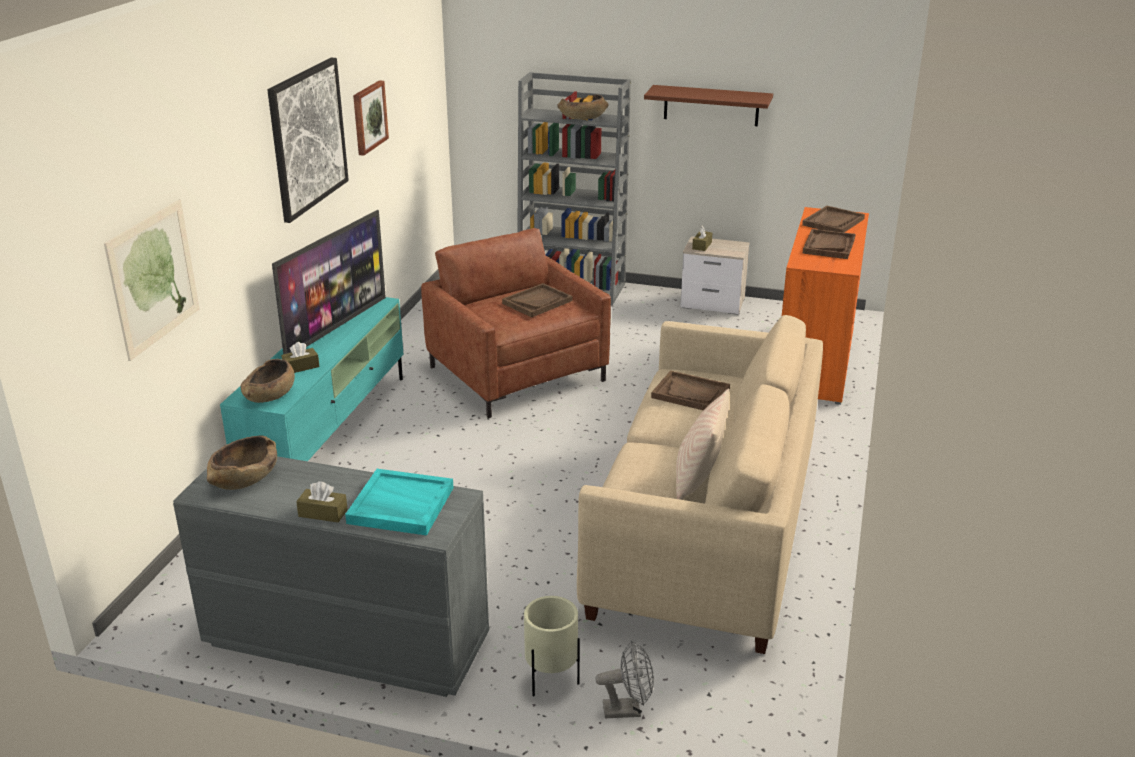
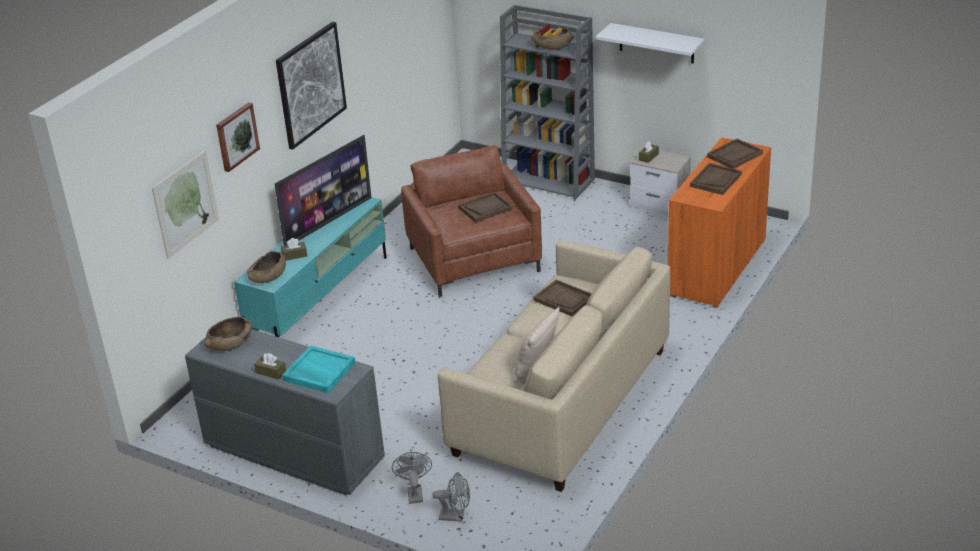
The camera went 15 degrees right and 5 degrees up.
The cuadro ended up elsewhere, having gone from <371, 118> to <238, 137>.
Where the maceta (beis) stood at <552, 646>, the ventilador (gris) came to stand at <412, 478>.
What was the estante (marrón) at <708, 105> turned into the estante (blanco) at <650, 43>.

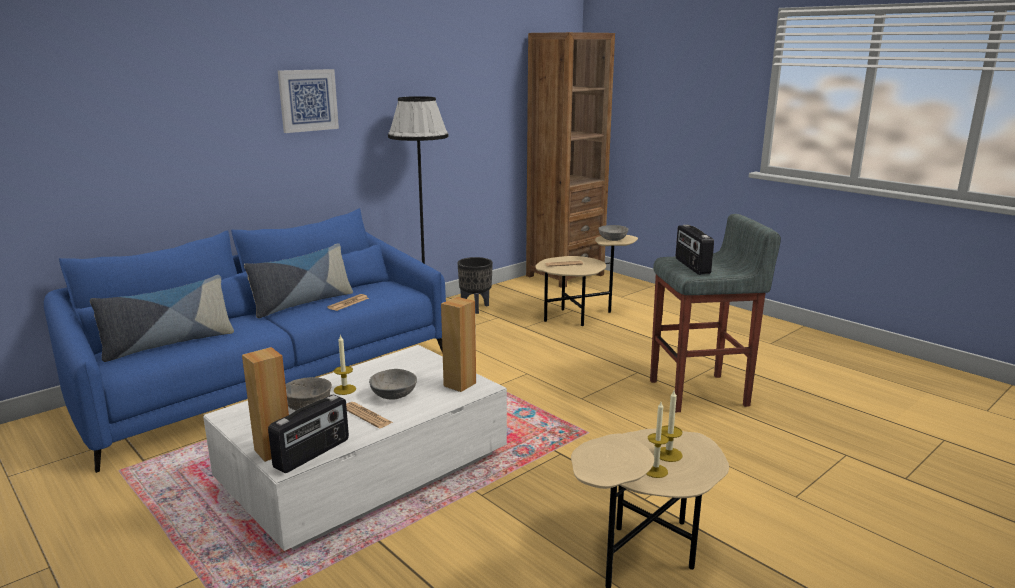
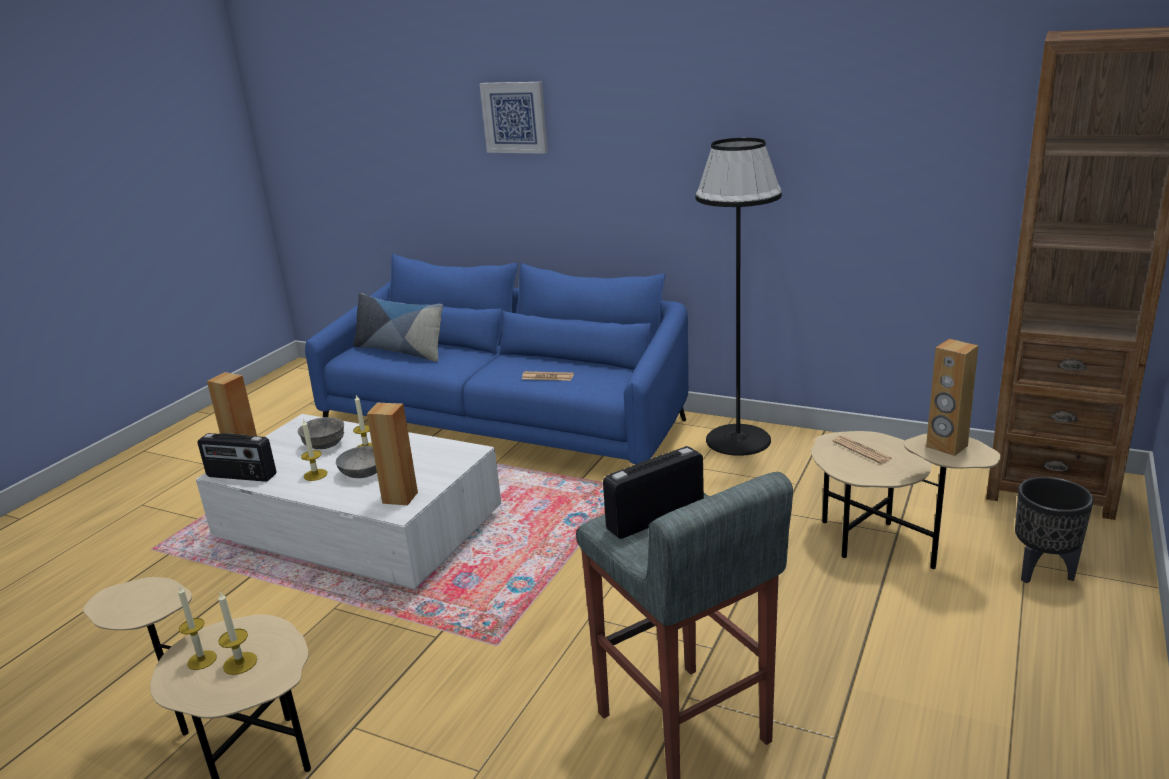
The camera went 70 degrees right and 5 degrees up.
Where the periódico stood at <369, 415>, the vela came to stand at <314, 450>.
The cuadro ended up elsewhere, having gone from <308, 101> to <514, 118>.
Where the cuenco (gris) stood at <613, 233>, the altavoz (marrón) came to stand at <952, 397>.
The maceta (negro) ended up elsewhere, having gone from <475, 285> to <1054, 530>.
The second view lost the cojín at <298, 280>.

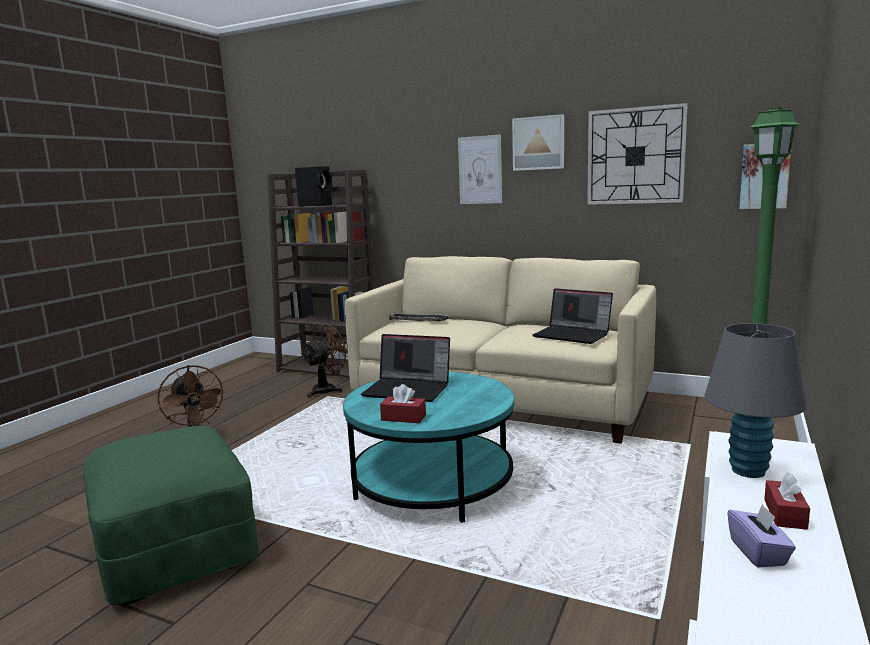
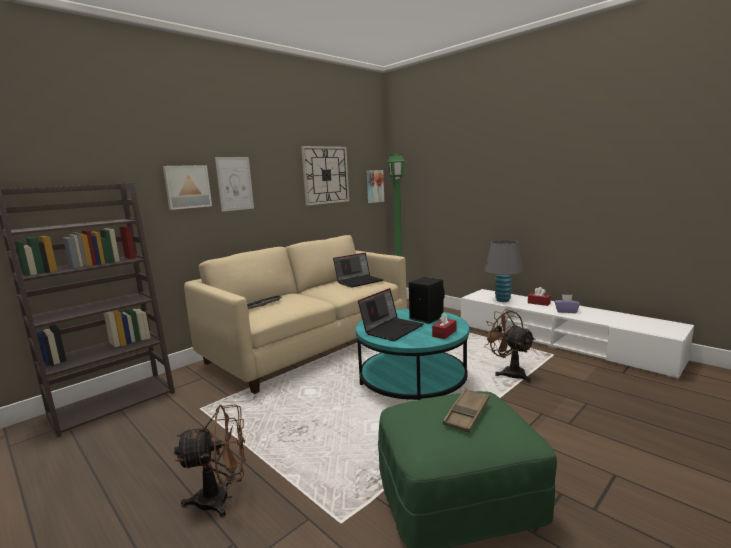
The camera went 70 degrees left and 0 degrees up.
The cuadro ended up elsewhere, having gone from <538, 142> to <187, 187>.
The altavoz (negro) ended up elsewhere, having gone from <313, 187> to <426, 300>.
The second view gained the bandeja (marrón) at <466, 410>.
The ventilador (marrón) ended up elsewhere, having gone from <324, 360> to <509, 345>.

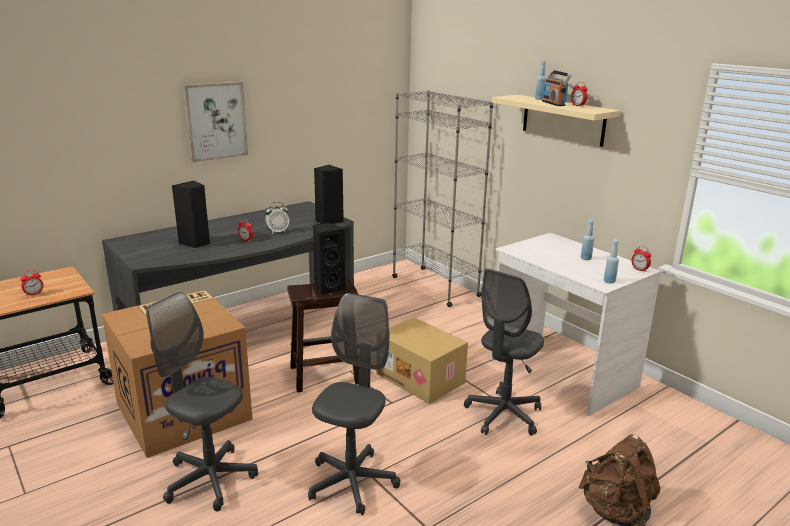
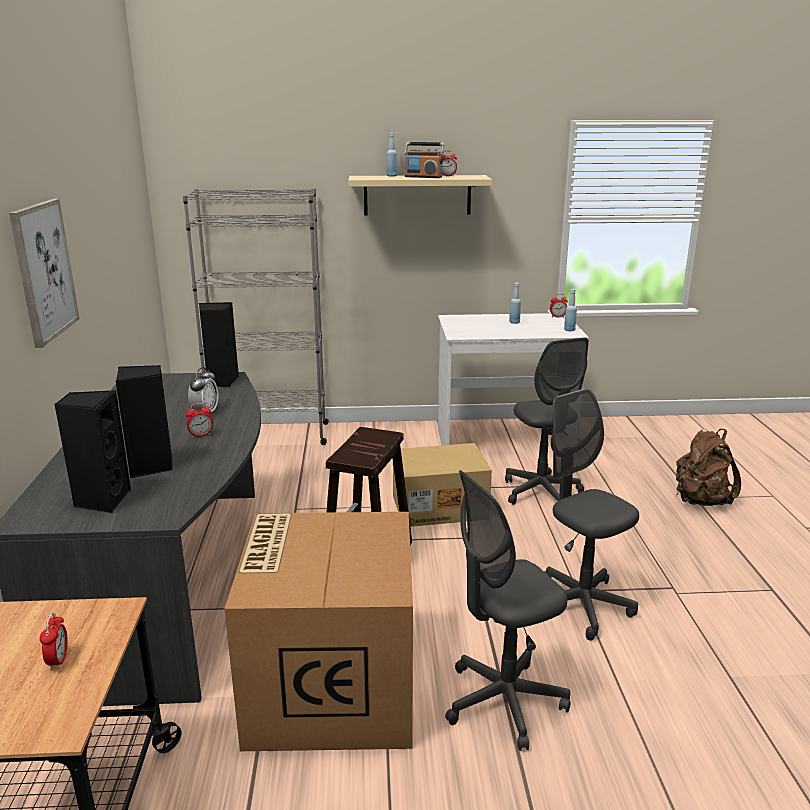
The camera went 55 degrees left and 0 degrees up.
The altavoz (negro) ended up elsewhere, having gone from <329, 258> to <92, 451>.

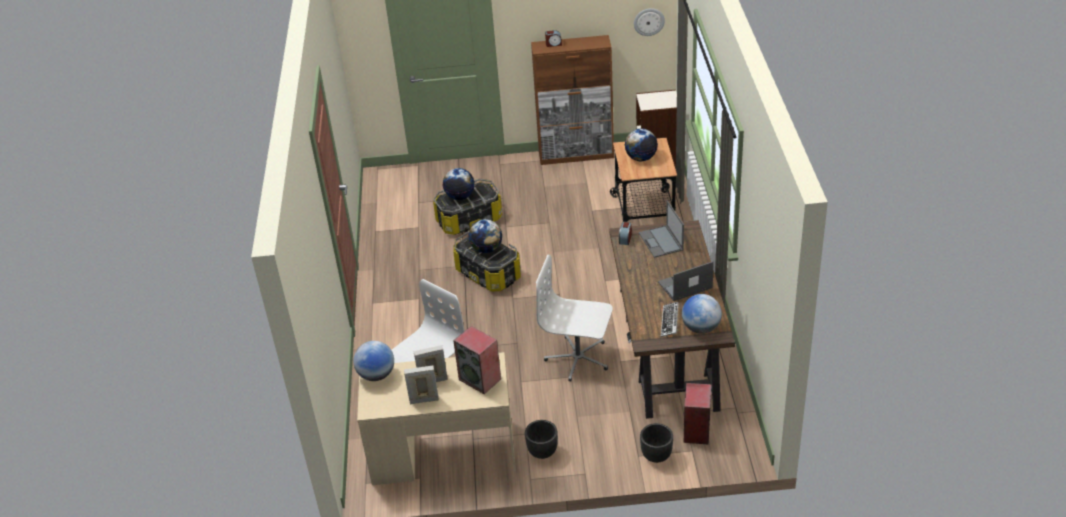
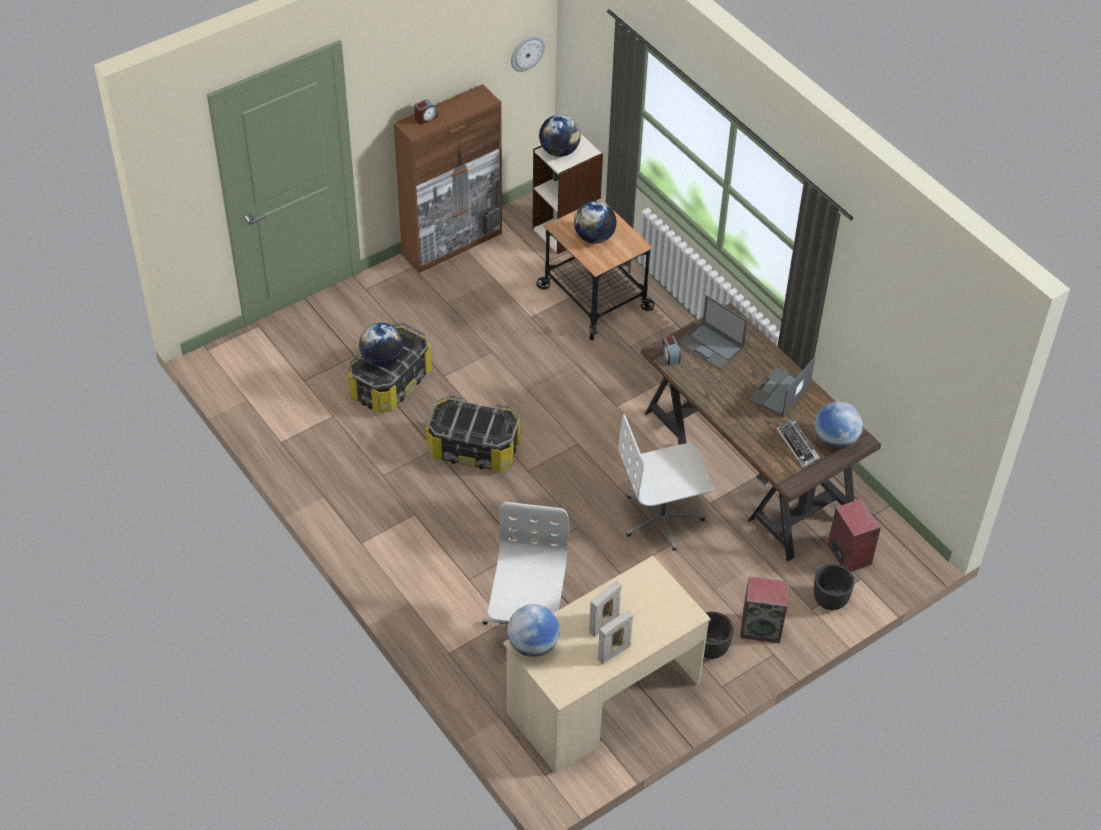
The camera went 35 degrees left and 10 degrees up.
The globo terráqueo ended up elsewhere, having gone from <485, 236> to <560, 136>.
The altavoz ended up elsewhere, having gone from <477, 360> to <764, 610>.

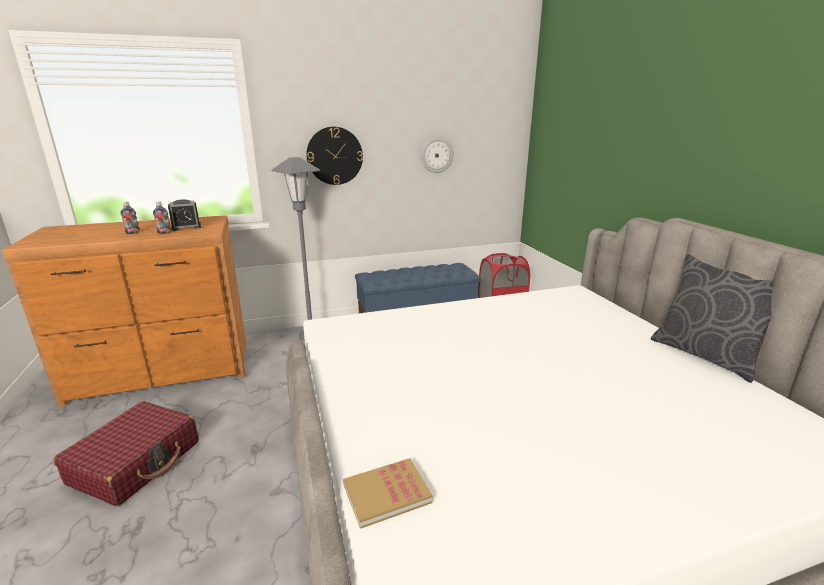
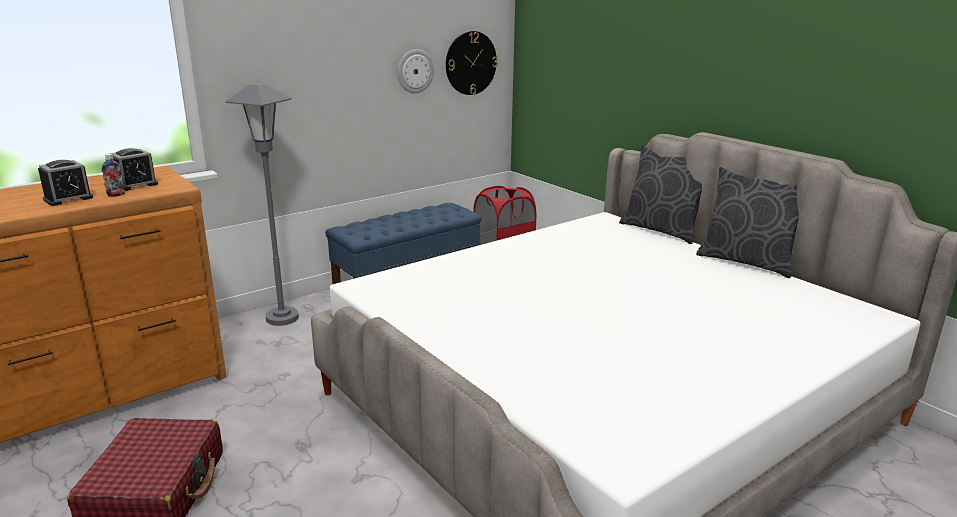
The camera went 20 degrees left and 0 degrees up.
Where the botella stood at <130, 218>, the despertador came to stand at <65, 183>.
The reloj de pared ended up elsewhere, having gone from <334, 156> to <472, 63>.
The second view gained the cojín (gris) at <660, 194>.
The second view lost the libro at <388, 493>.

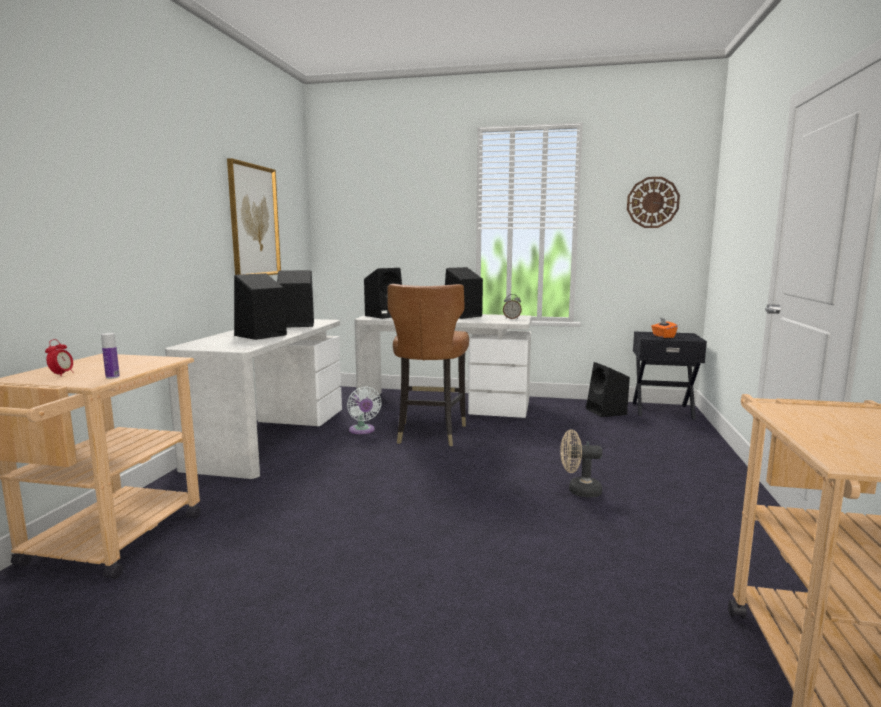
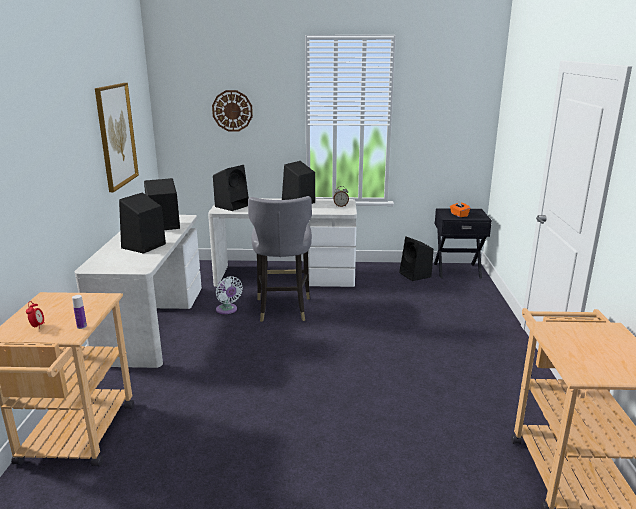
The camera went 10 degrees left and 10 degrees up.
The reloj de pared ended up elsewhere, having gone from <653, 202> to <232, 111>.
What was the silla (marrón) at <428, 365> turned into the silla (gris) at <280, 259>.
The second view lost the ventilador (beis) at <581, 463>.

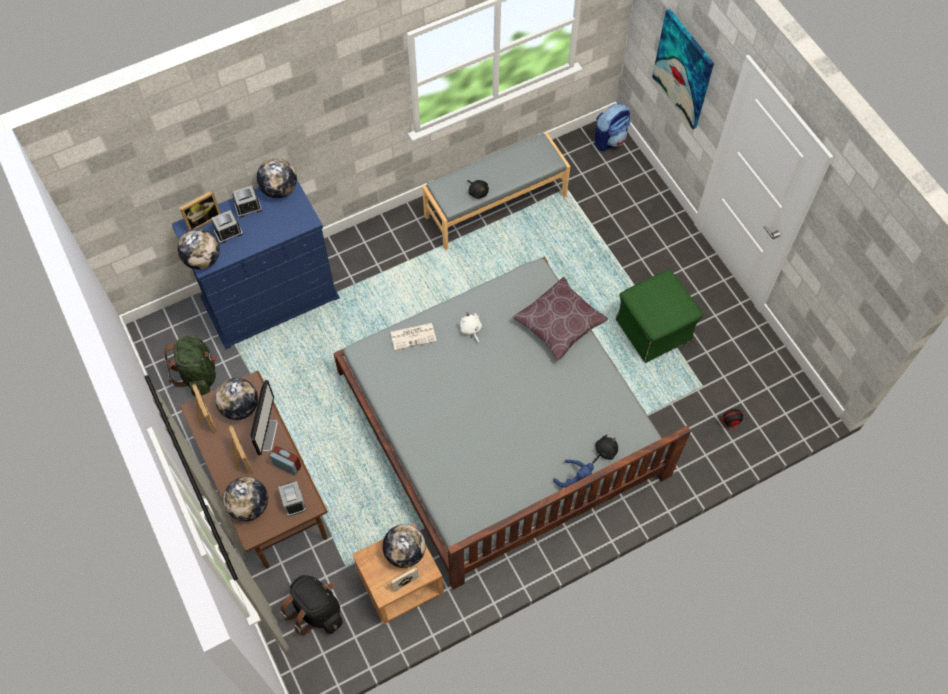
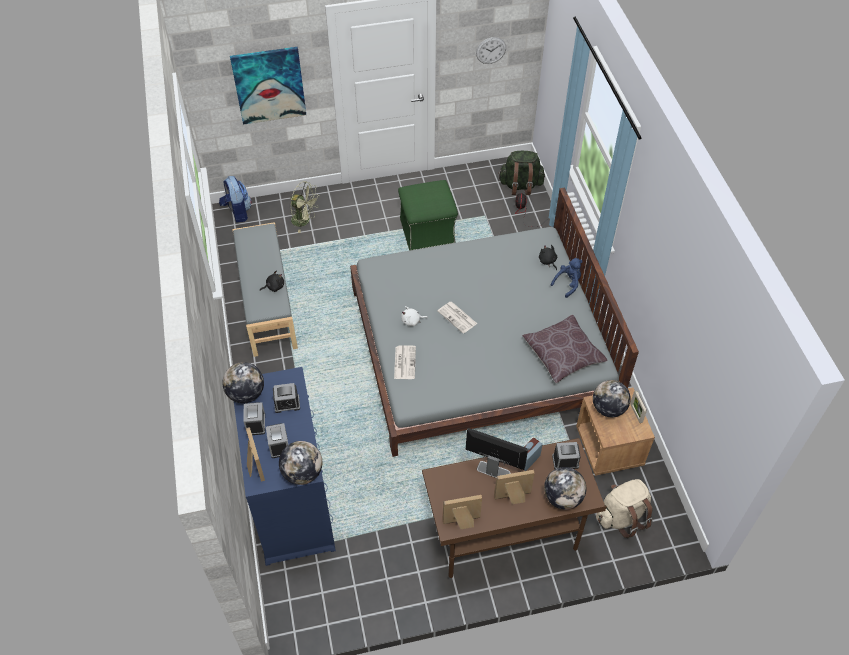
The camera went 75 degrees left and 10 degrees down.
The second view gained the despertador at <286, 398>.
The second view gained the ventilador (verde) at <304, 207>.
The second view gained the periódico at <457, 318>.
The second view gained the reloj de pared at <491, 50>.
The mochila (verde) ended up elsewhere, having gone from <191, 366> to <521, 173>.
The cojín (marrón) ended up elsewhere, having gone from <560, 319> to <565, 349>.
What was the mochila (negro) at <311, 605> turned into the mochila (beis) at <624, 508>.
The second view lost the globo terráqueo at <236, 399>.

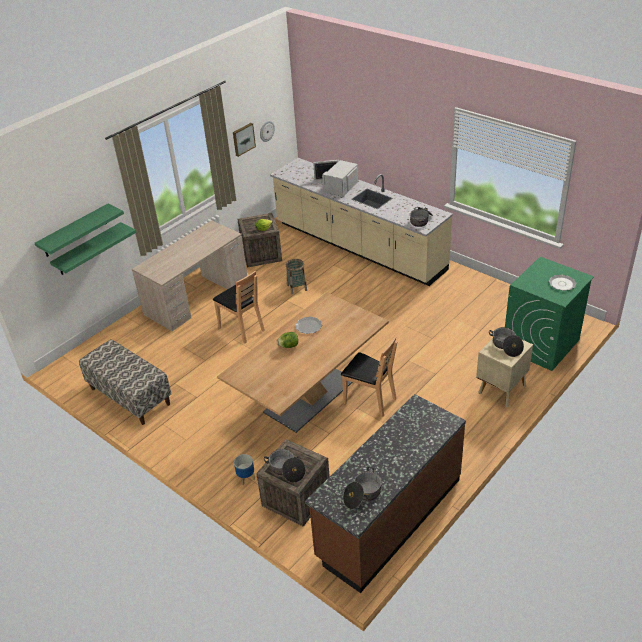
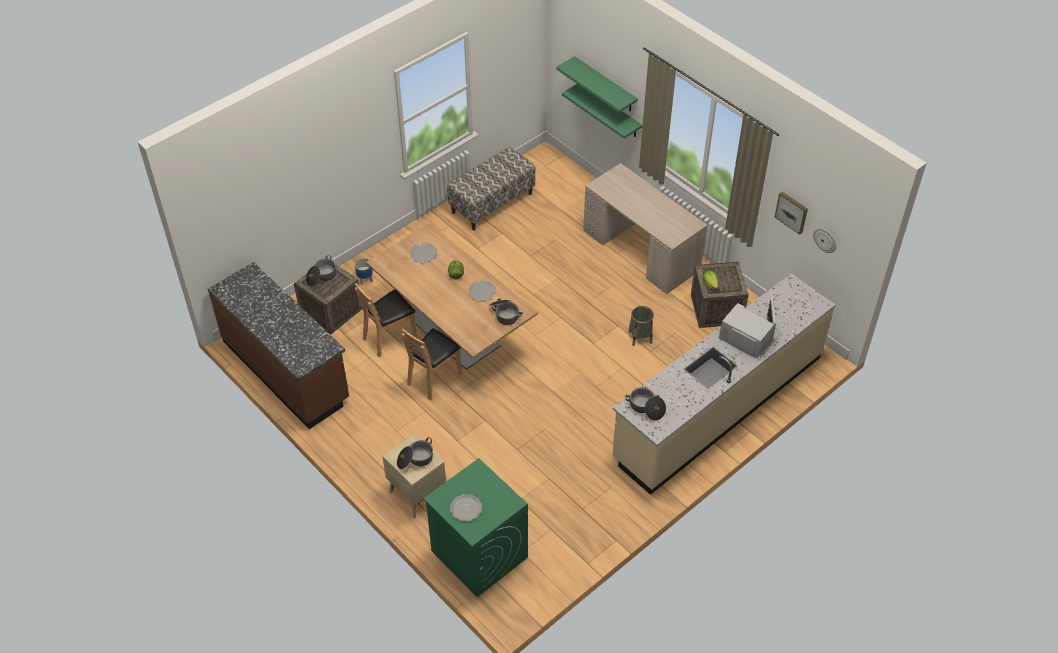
The camera went 95 degrees right and 10 degrees up.
The silla (marrón) ended up elsewhere, having gone from <239, 307> to <386, 320>.
The second view gained the plato at <423, 252>.
The olla ended up elsewhere, having gone from <362, 488> to <506, 312>.

